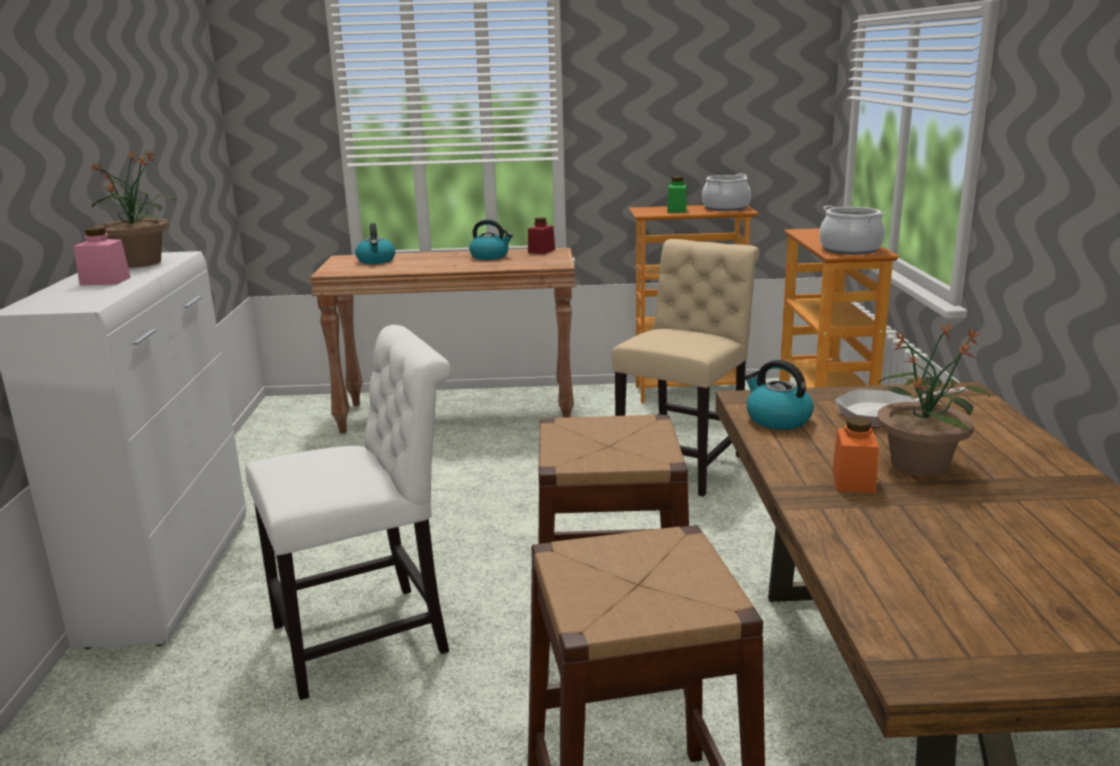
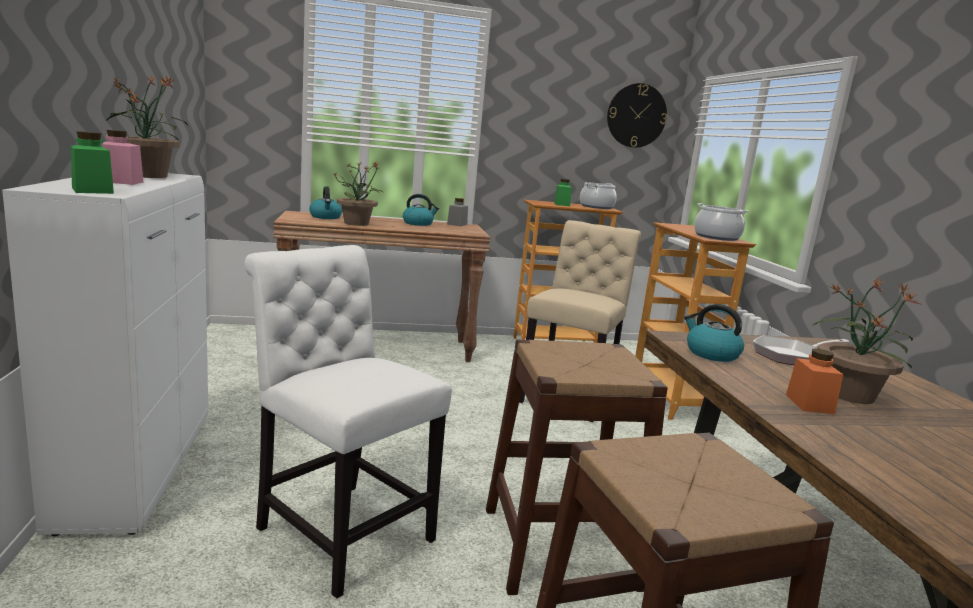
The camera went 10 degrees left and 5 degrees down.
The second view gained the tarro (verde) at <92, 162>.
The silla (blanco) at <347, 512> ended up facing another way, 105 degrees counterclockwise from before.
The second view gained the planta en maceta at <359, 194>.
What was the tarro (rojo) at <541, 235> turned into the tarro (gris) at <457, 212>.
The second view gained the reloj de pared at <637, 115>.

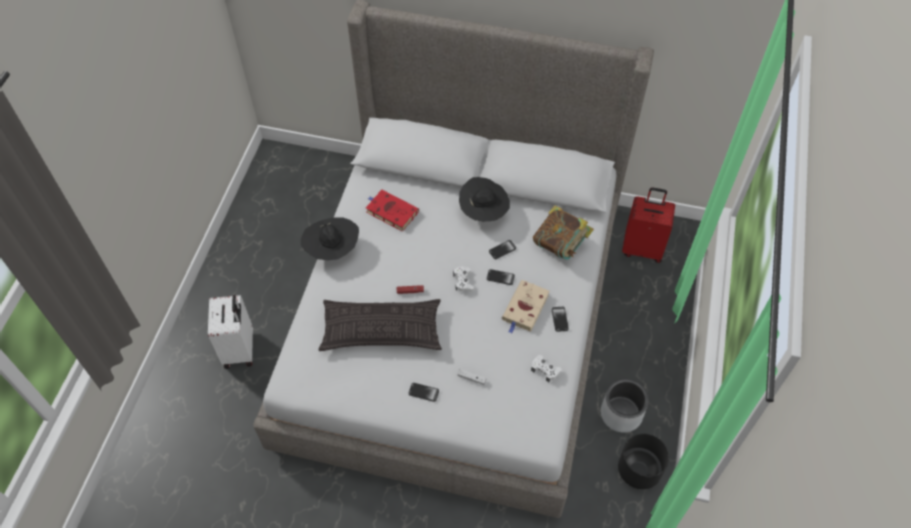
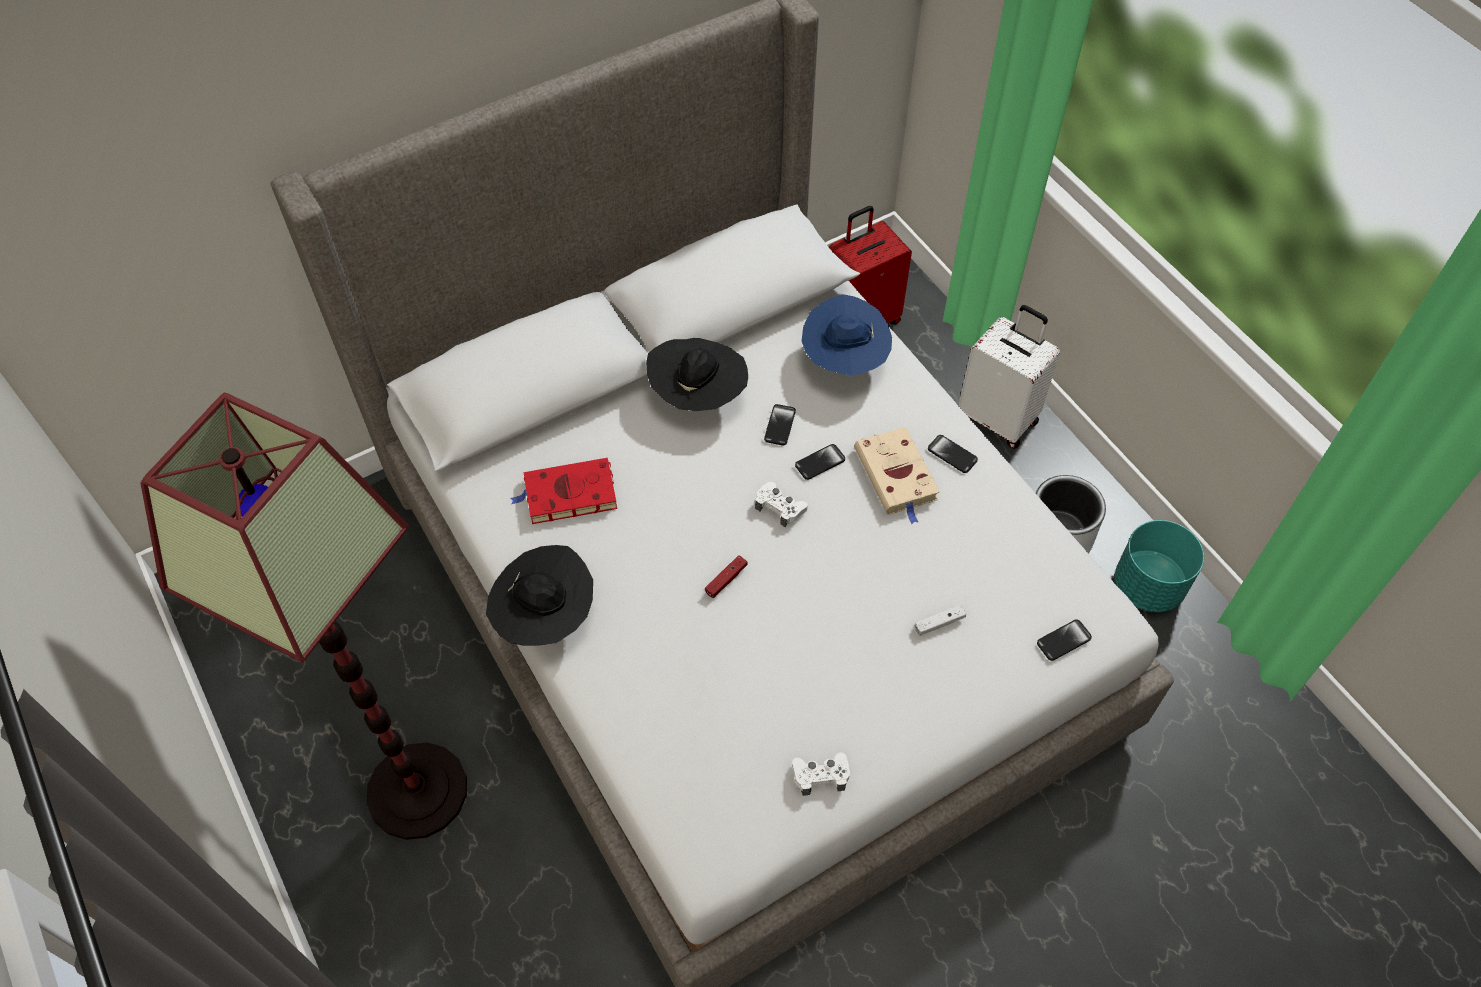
The camera went 45 degrees left and 0 degrees up.
The second view gained the lámpara de pie at <304, 616>.
The mando de consola (blanco) ended up elsewhere, having gone from <546, 368> to <821, 774>.
Where the libro stood at <563, 232>, the sombrero (azul) came to stand at <847, 334>.
The maleta (blanco) ended up elsewhere, having gone from <230, 332> to <1009, 377>.
The móvil ended up elsewhere, having gone from <424, 392> to <1064, 640>.
What was the maceta (negro) at <643, 461> turned into the maceta (turquesa) at <1159, 566>.
The second view lost the cojín at <380, 325>.

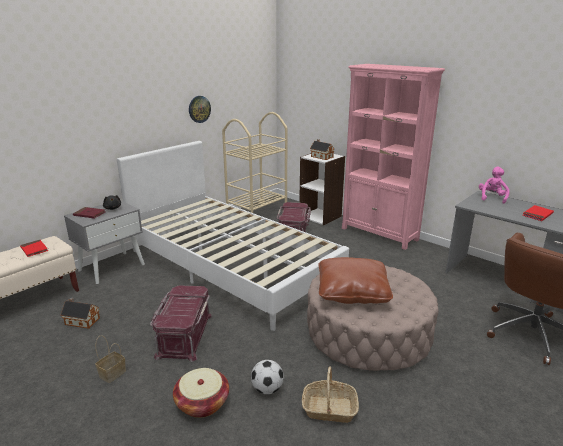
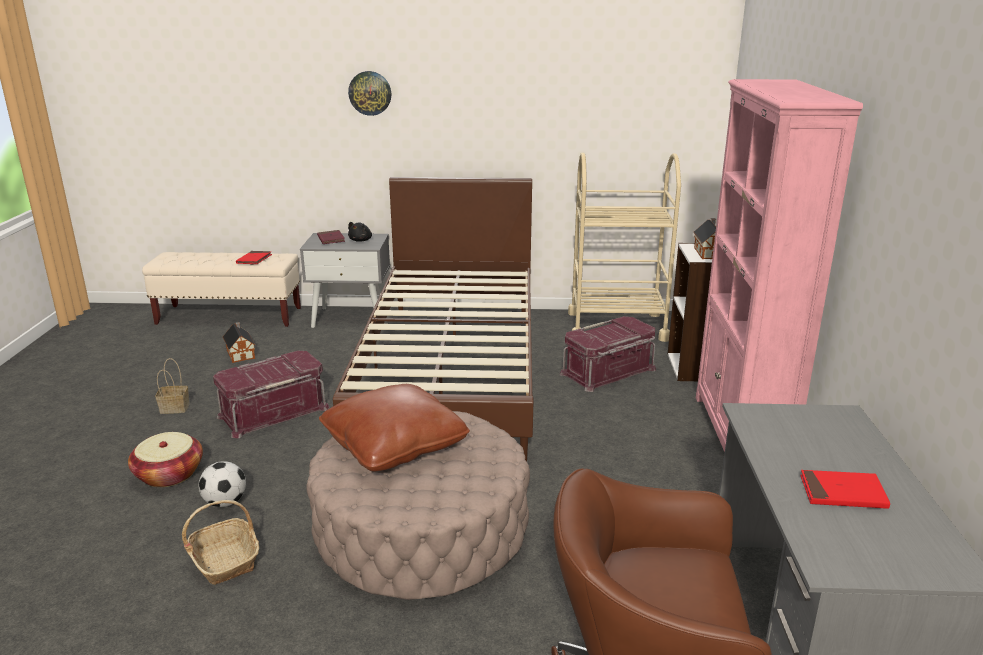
The camera went 50 degrees right and 0 degrees up.
What was the cama (blanco) at <233, 236> turned into the cama (marrón) at <433, 319>.
The reloj de pared ended up elsewhere, having gone from <200, 109> to <369, 93>.
The second view lost the peluche (rosa) at <494, 185>.

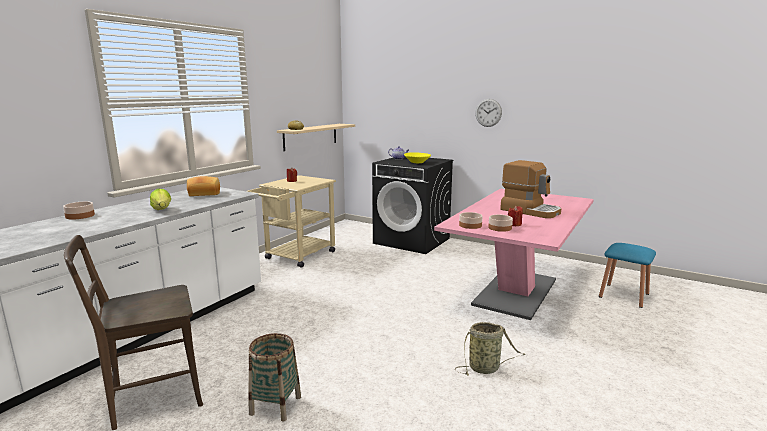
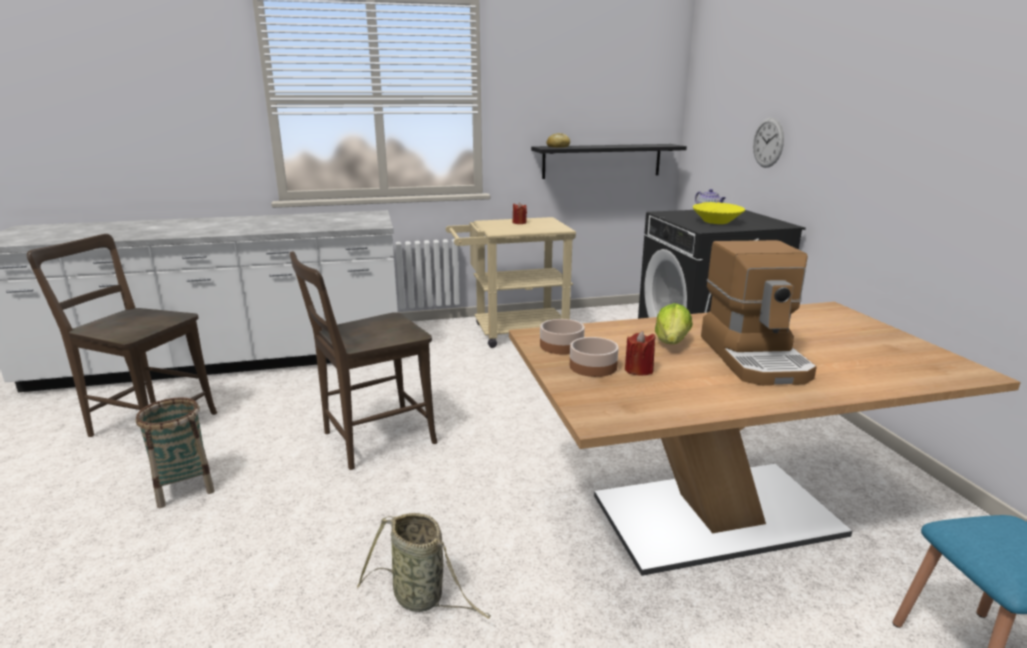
The camera went 45 degrees right and 5 degrees up.
The second view gained the silla (marrón) at <364, 360>.
What was the mesa de comedor (rosa) at <514, 254> turned into the mesa de comedor (marrón) at <765, 439>.
What was the estante (beis) at <316, 137> turned into the estante (negro) at <609, 161>.
The lechuga ended up elsewhere, having gone from <160, 199> to <673, 323>.
The reloj de pared ended up elsewhere, having gone from <488, 113> to <768, 143>.
The second view lost the cuenco at <79, 210>.
The second view lost the pan at <203, 186>.

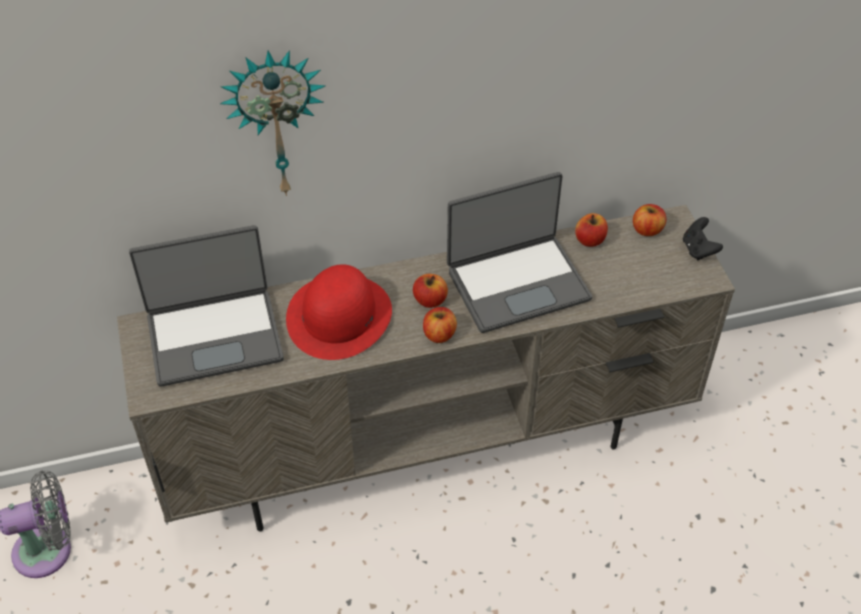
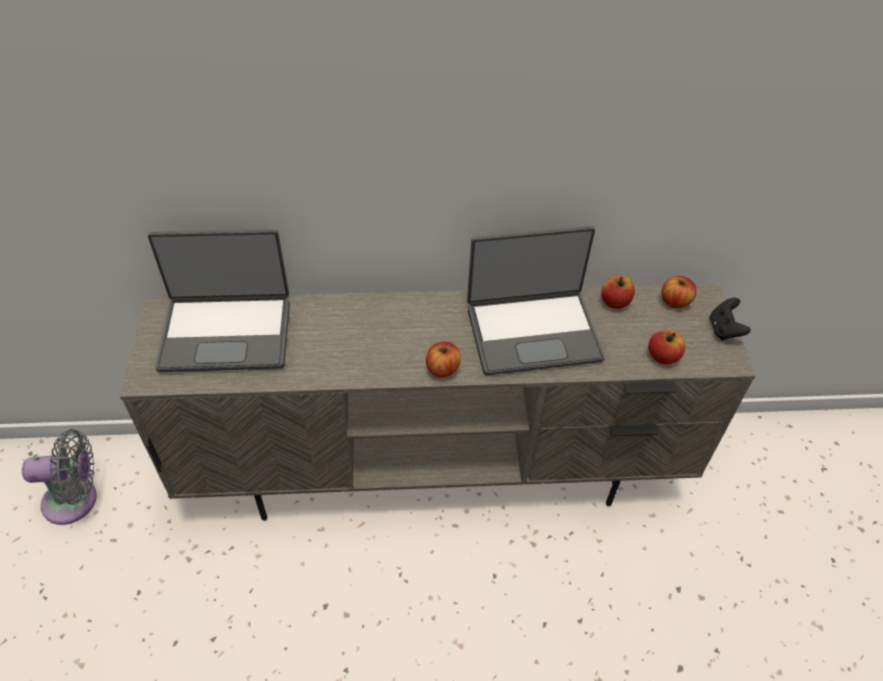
The camera went 10 degrees right and 0 degrees up.
The manzana ended up elsewhere, having gone from <430, 291> to <667, 347>.
The second view lost the reloj de pared at <273, 123>.
The second view lost the sombrero (rojo) at <339, 312>.

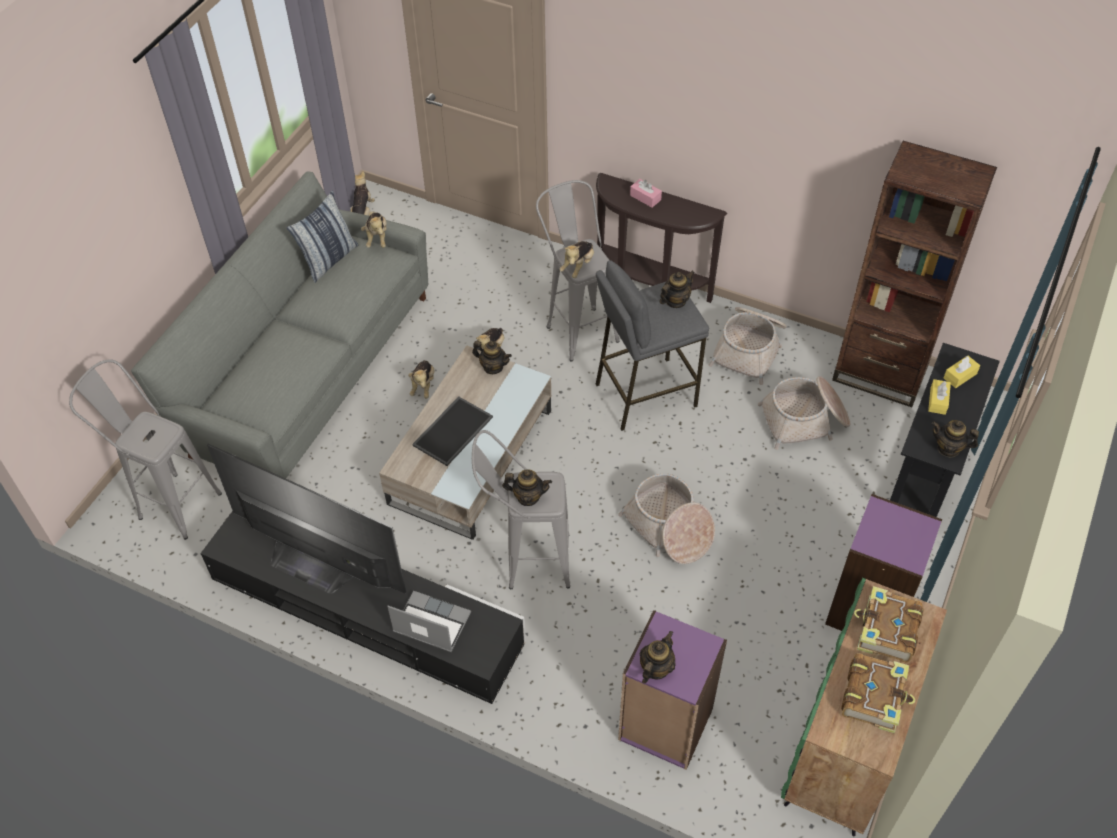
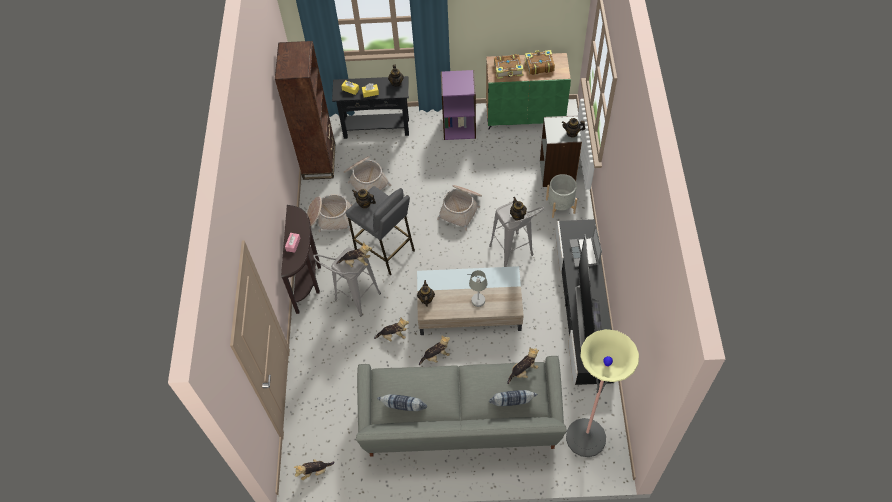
The camera went 115 degrees left and 5 degrees up.
Where the bandeja stood at <452, 431>, the lámpara de mesa (gris) came to stand at <477, 288>.
The second view gained the cojín at <513, 398>.
The peluche ended up elsewhere, having gone from <374, 230> to <523, 366>.
What was the estantería (morado) at <672, 690> turned into the estantería (gris) at <561, 151>.
The second view gained the maceta (gris) at <561, 196>.
Where the taburete (gris) stood at <145, 449>, the lámpara de pie came to stand at <602, 393>.

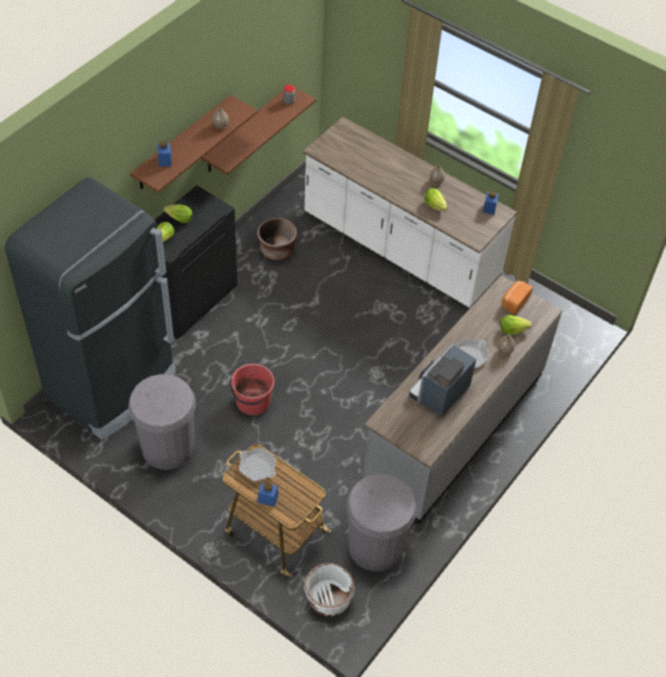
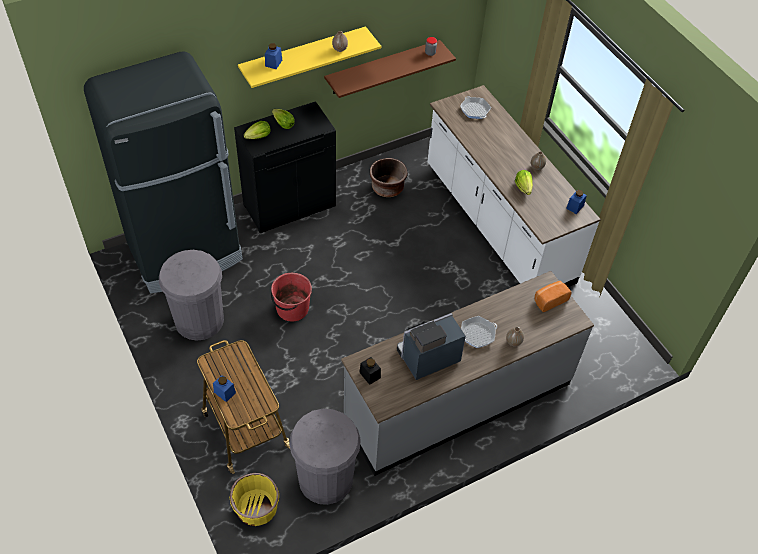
The camera went 25 degrees right and 0 degrees up.
What was the maceta (blanco) at <329, 589> turned into the maceta (amarillo) at <254, 499>.
What was the estante (marrón) at <194, 144> turned into the estante (amarillo) at <309, 57>.
The second view gained the tarro (negro) at <370, 371>.
The sartén ended up elsewhere, having gone from <257, 464> to <475, 107>.
The second view lost the lechuga at <516, 324>.

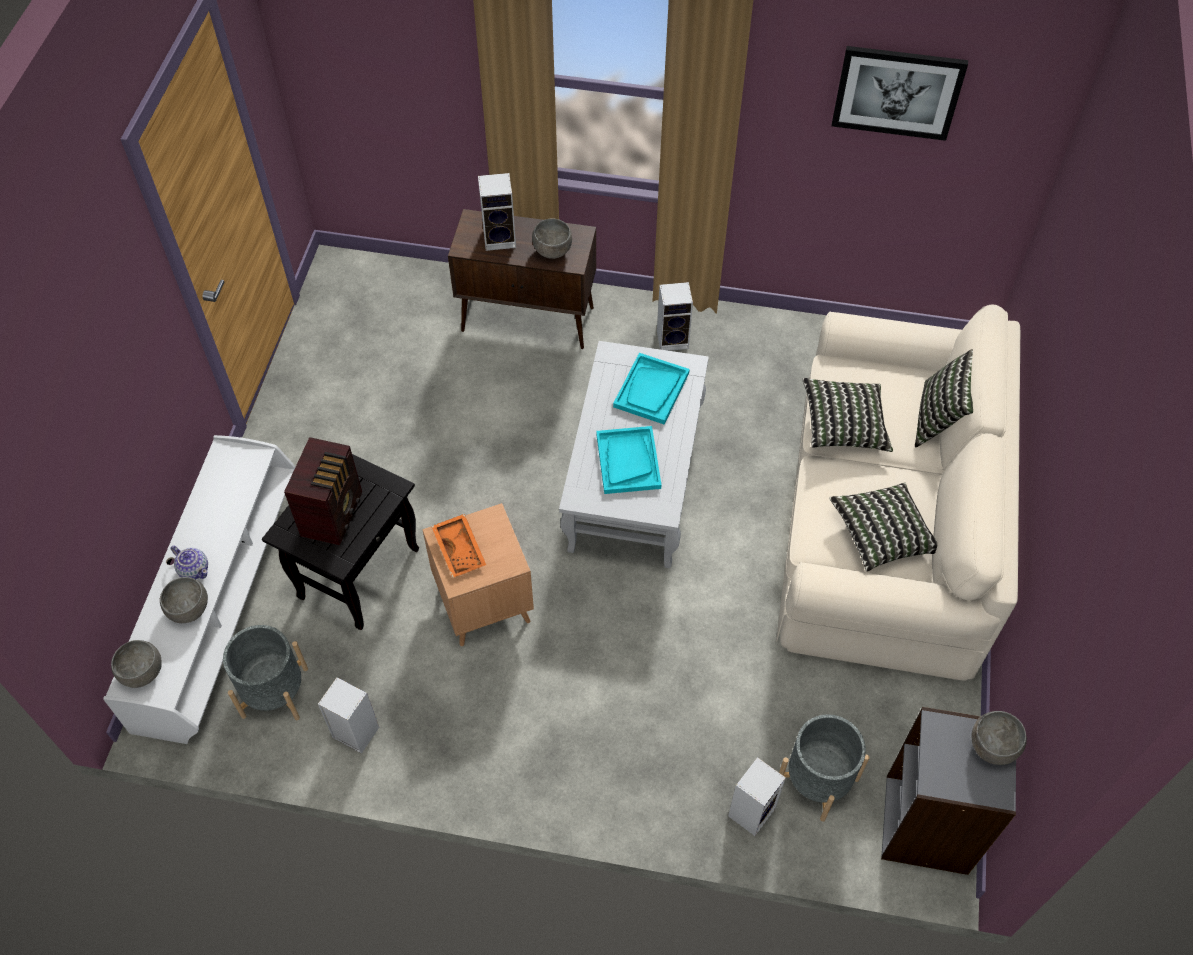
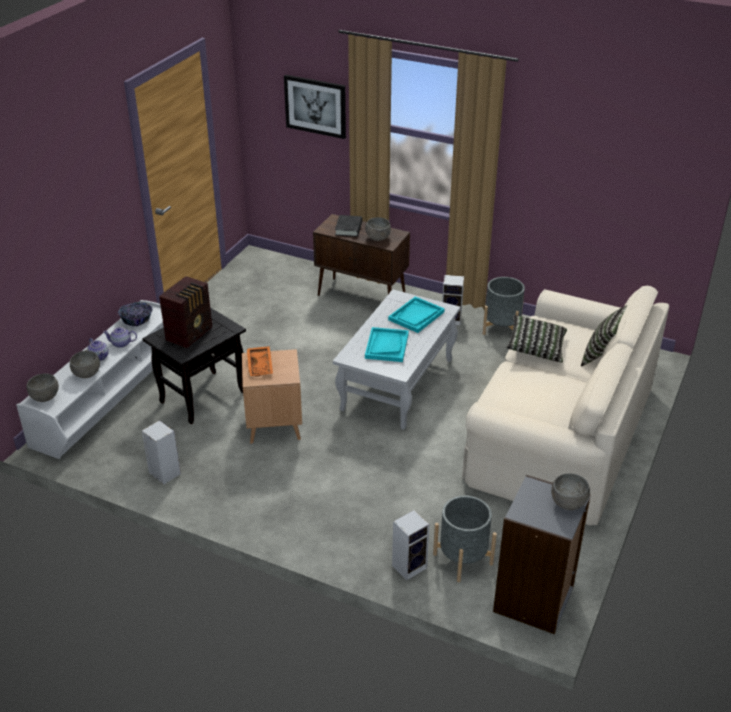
The camera went 15 degrees right and 20 degrees down.
The second view gained the tetera at <120, 337>.
The second view gained the cuenco at <135, 314>.
The cuadro ended up elsewhere, having gone from <900, 93> to <315, 107>.
Where the altavoz stood at <497, 212>, the libro (negro) came to stand at <348, 226>.
The maceta (gris) ended up elsewhere, having gone from <265, 672> to <504, 306>.
The second view lost the cojín at <883, 527>.

